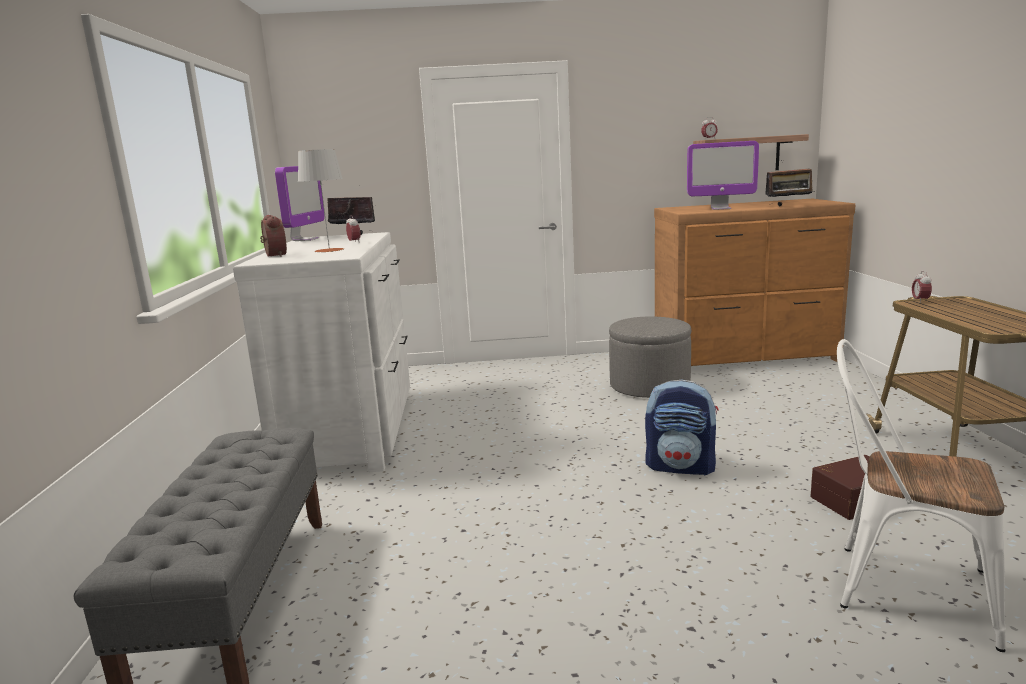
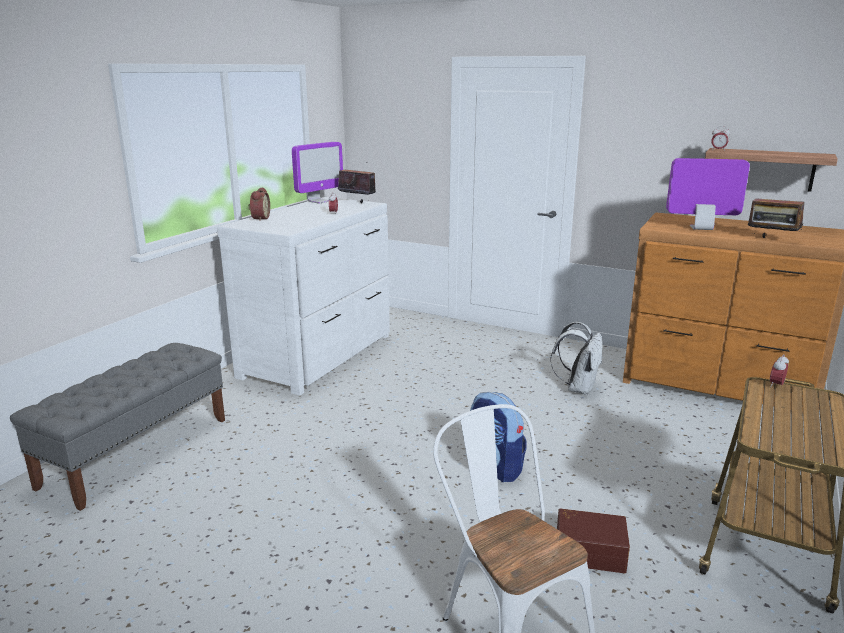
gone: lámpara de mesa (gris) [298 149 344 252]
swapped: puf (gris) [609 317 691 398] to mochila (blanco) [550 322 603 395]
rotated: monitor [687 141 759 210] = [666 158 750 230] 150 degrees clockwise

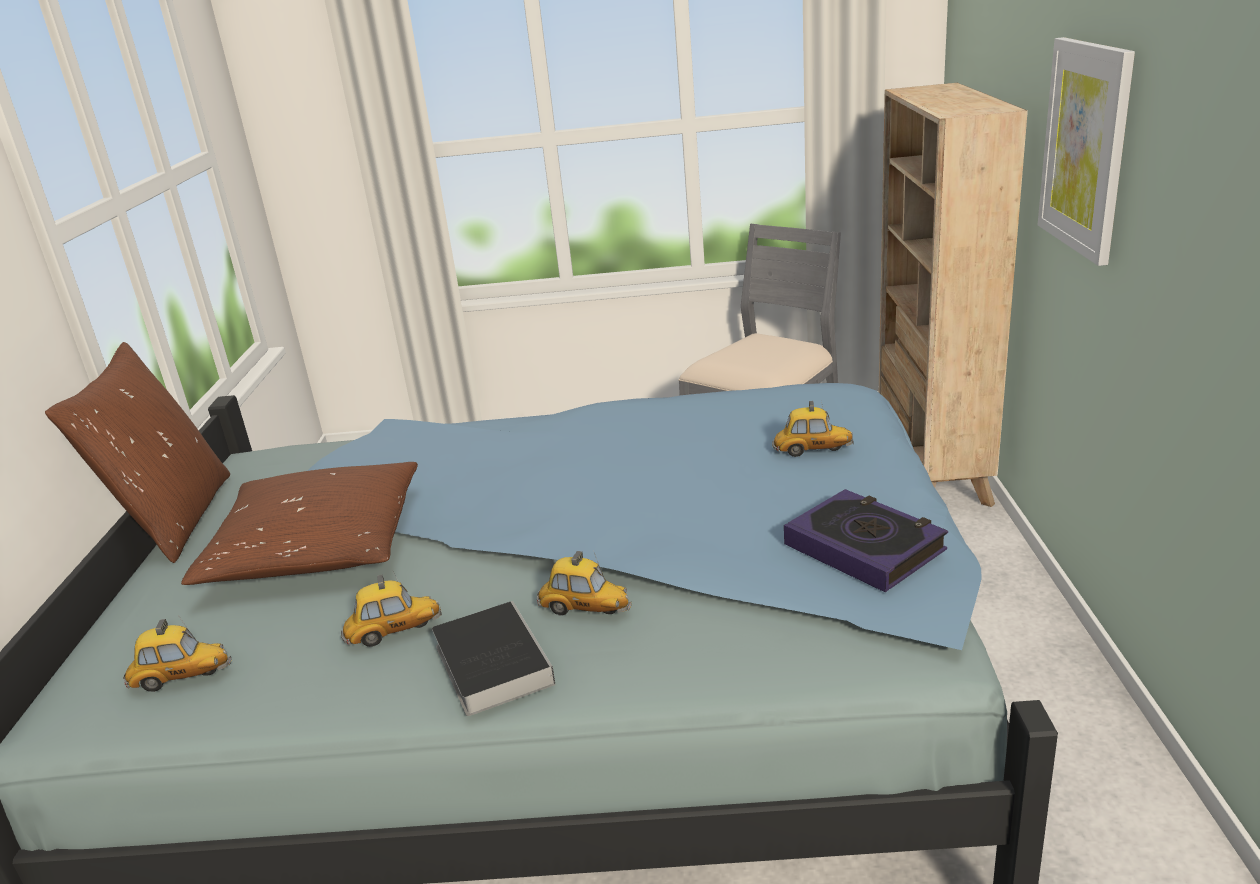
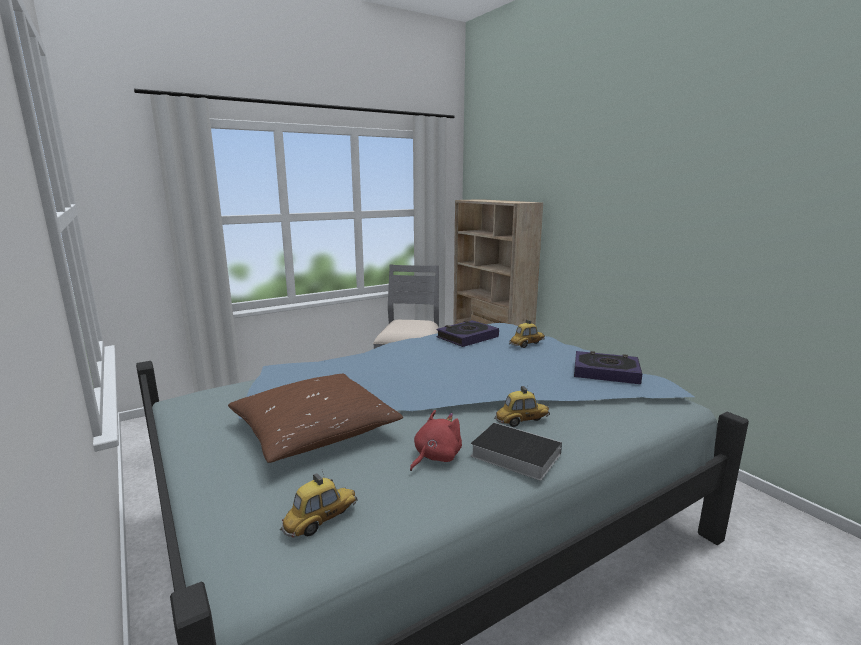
gone: cuadro [1038 37 1135 266]; cojín (marrón) [45 342 230 563]
new: libro [436 320 499 347]
swapped: coche de juguete [341 570 442 647] to peluche (rojo) [410 410 462 471]

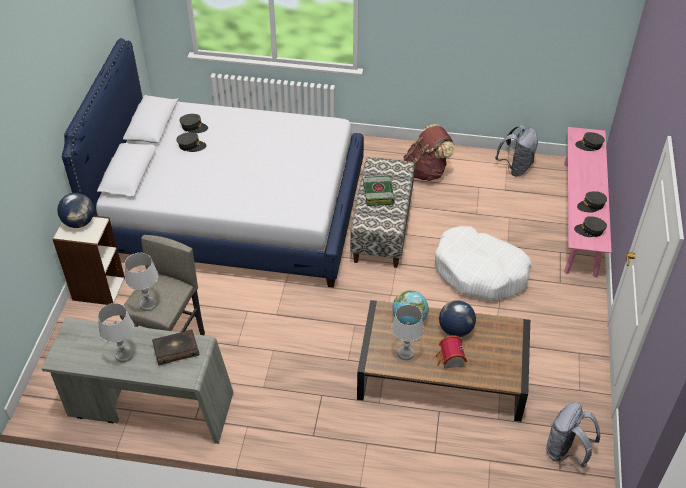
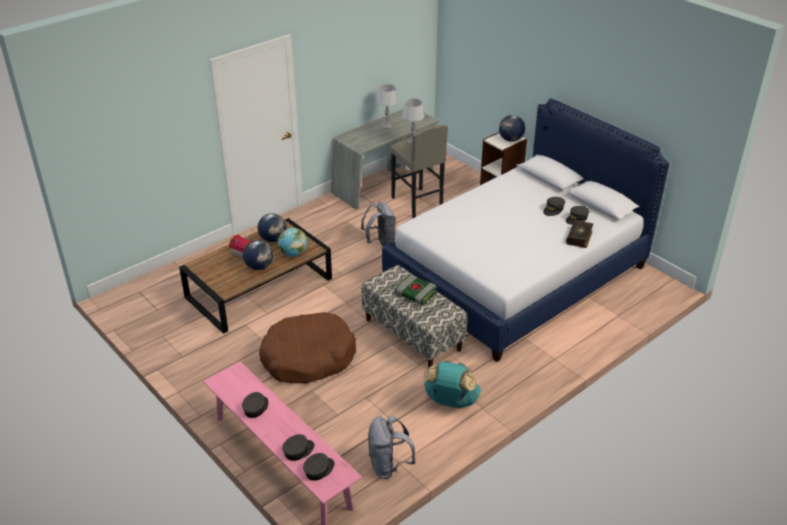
shifted: gorra (gris) [574 216 607 237] to [282 434 314 461]; libro [152 329 200 365] to [566 220 593 248]; mochila (gris) [546 402 600 468] to [361 202 396 247]
swapped: lámpara de mesa (gris) [392 305 424 360] to globo terráqueo [258 213 287 242]
repainted: mochila (marrón) [403 124 455 181] to mochila (turquesa) [423 361 481 409]; cama para perro (blanco) [435 226 531 301] to cama para perro (marrón) [259 312 356 383]

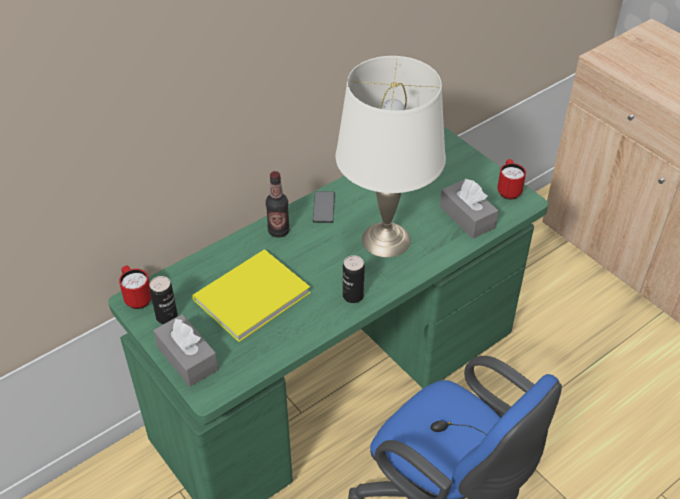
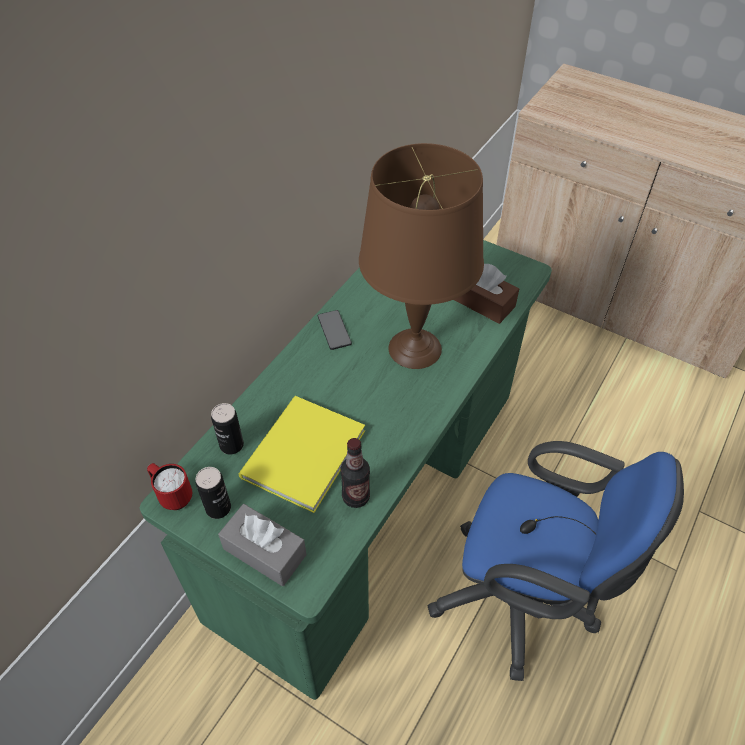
gone: taza grande (rojo) [497 159 526 200]
shifted: botella [266 171 290 238] to [340 438 370 508]; lata [343 255 365 303] to [211 403 244 454]
repainted: lámpara de mesa (blanco) [335 56 446 257] to lámpara de mesa (marrón) [359 143 484 369]; caja de pañuelos (gris) [440 179 499 239] to caja de pañuelos (marrón) [454 264 519 324]

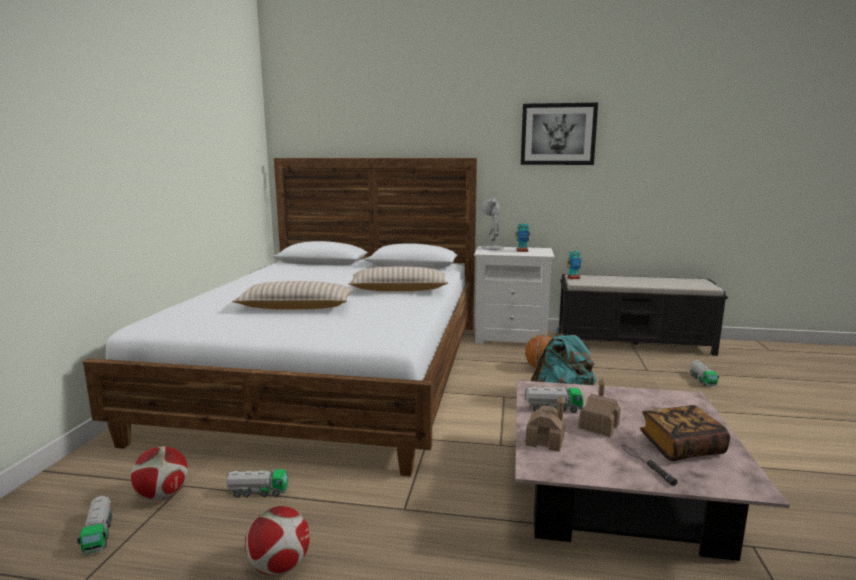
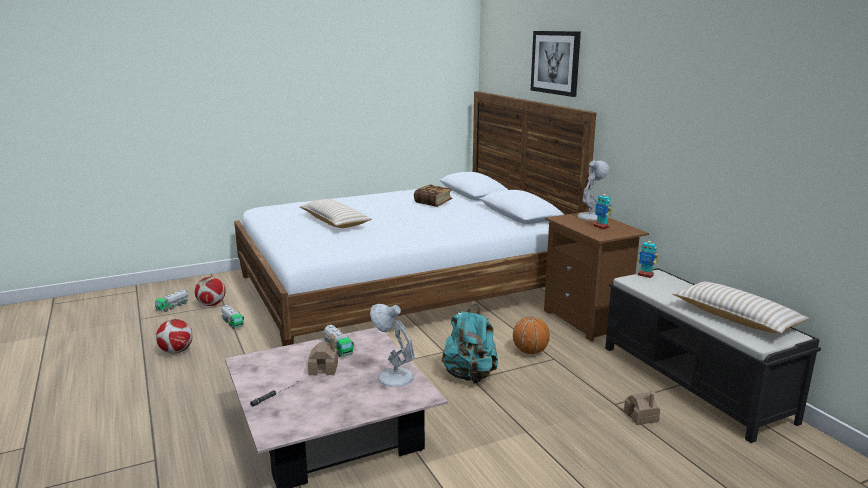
gone: camión de juguete [690 360 719 386]
new: lámpara de mesa (blanco) [370 304 415 387]
shifted: cuadro [521 103 598 165] to [531 31 581 97]; cojín (beis) [348 266 448 291] to [673 282 809 333]; casita [525 395 566 452] to [624 389 660 425]; libro [640 405 730 461] to [414 184 453 207]
repainted: mesita de noche (blanco) [474 246 555 344] to mesita de noche (marrón) [544 211 649 342]

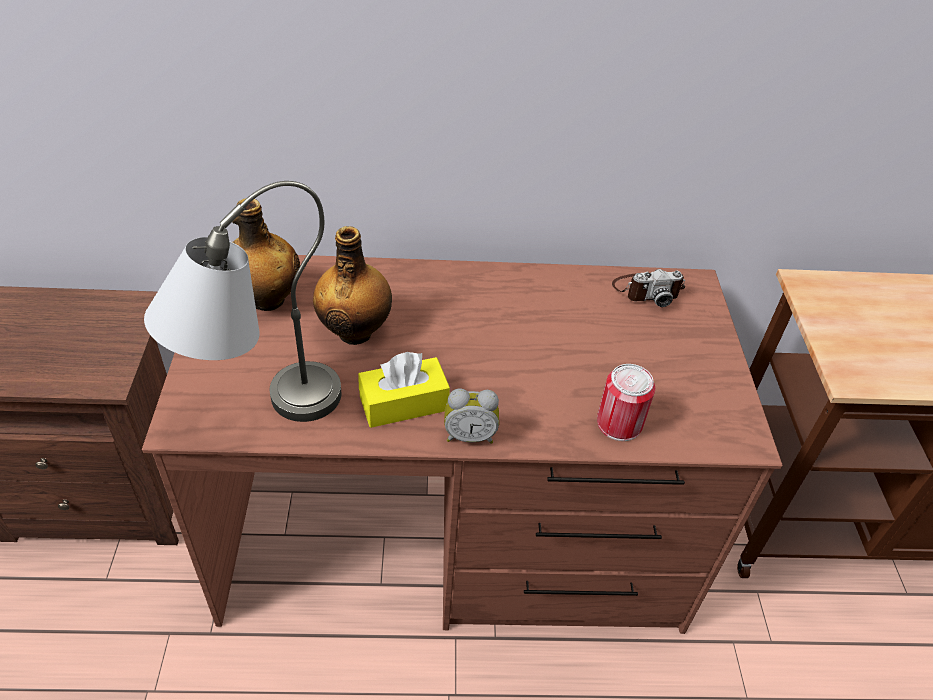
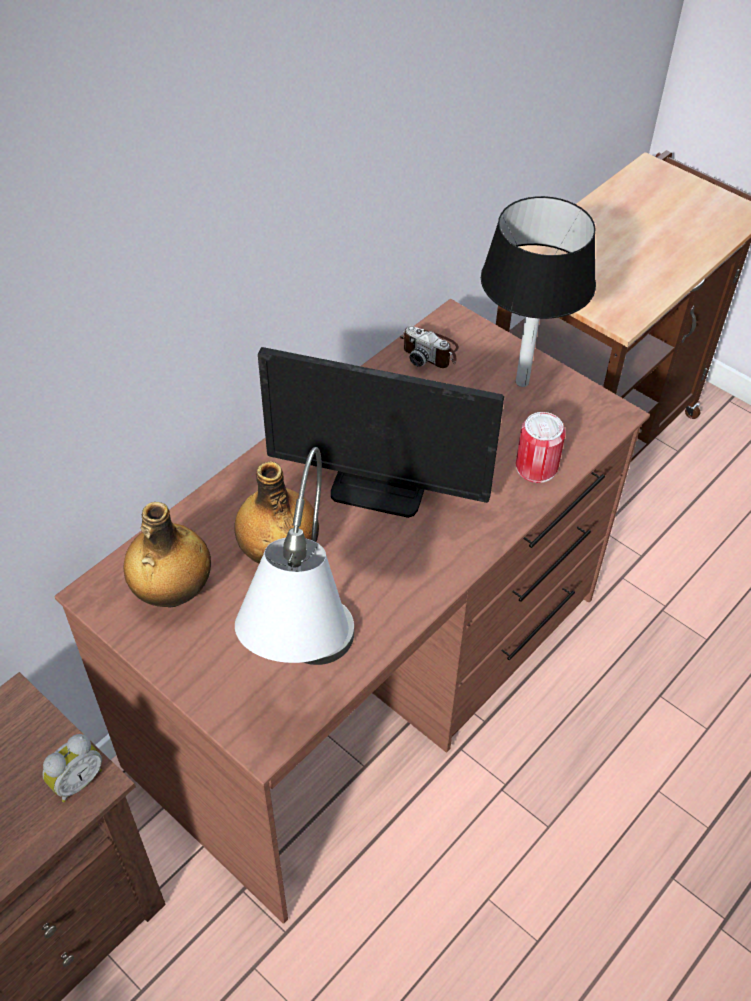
gone: caja de pañuelos (amarillo) [358 352 450 428]
new: lámpara de mesa (negro) [481 196 596 387]; monitor [258 347 504 518]
shifted: despertador [444 388 499 444] to [43 734 102 803]
rotated: cámara [612 269 685 307] = [400 325 459 368] 90 degrees clockwise

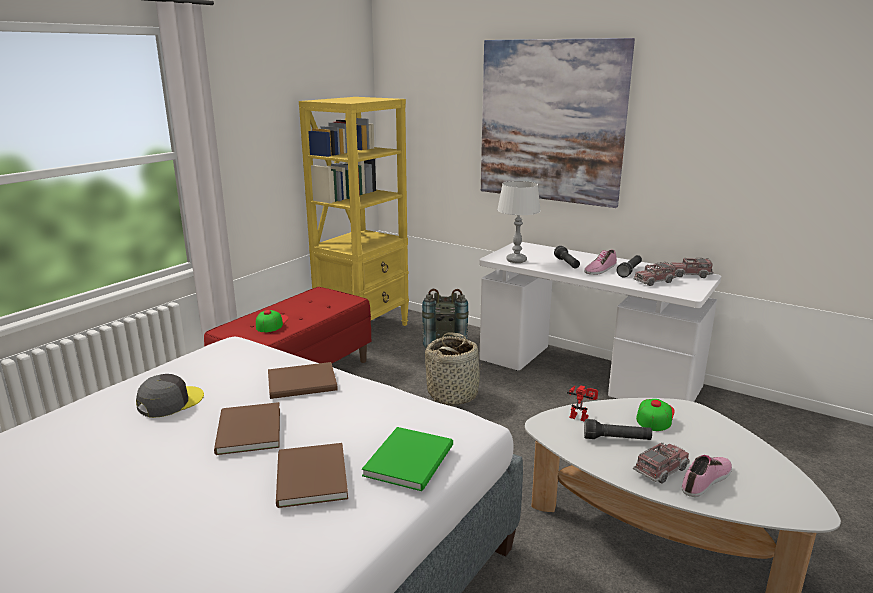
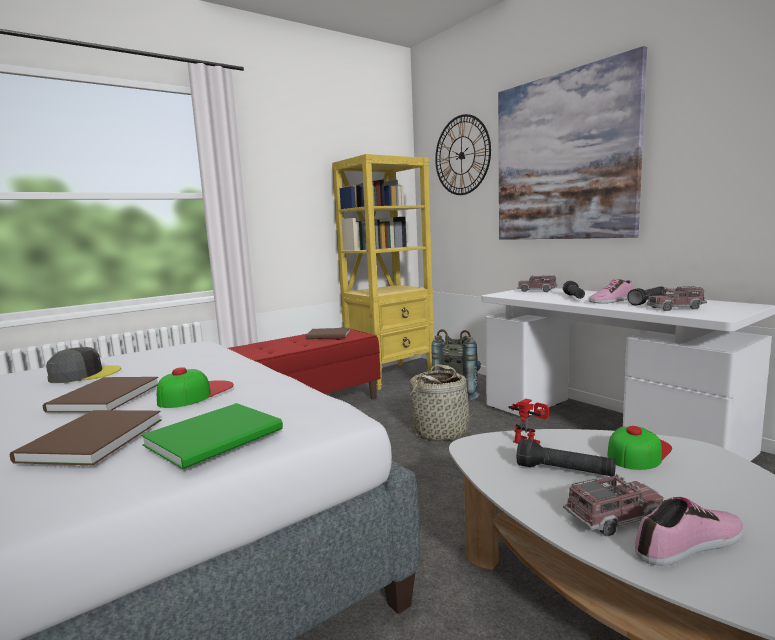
gone: lámpara de mesa (gris) [497 181 541 263]
new: reloj de pared [435 114 491 195]
shifted: camión de juguete [671 257 714 278] to [517 275 558 292]; gorra [256 310 289 332] to [157 367 234 408]; libro (marrón) [268 362 338 399] to [306 328 350 339]

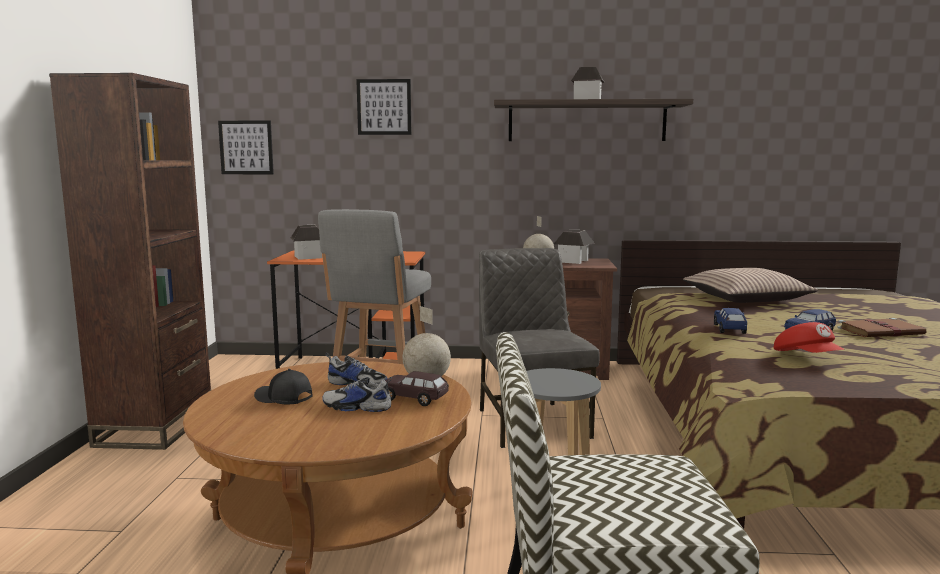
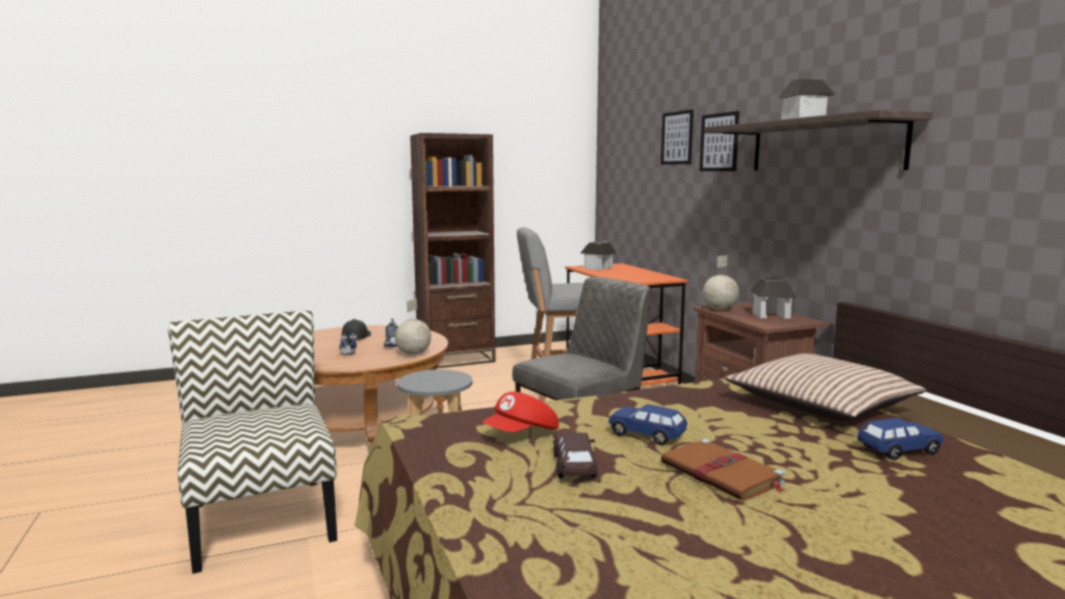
shifted: cuadro [218 121 274 174] to [700 111 740 171]; coche de juguete (azul) [714 308 747 334] to [857 418 944 460]; coche de juguete (marrón) [385 371 449 406] to [553 432 597 478]

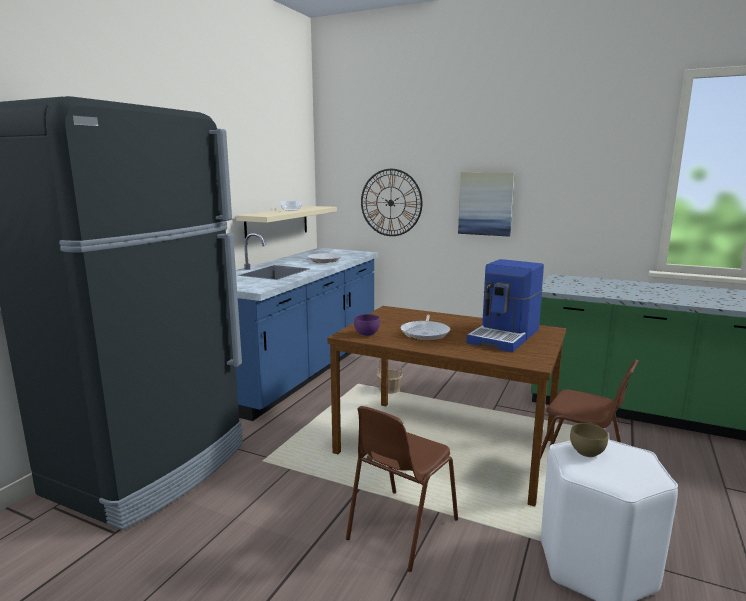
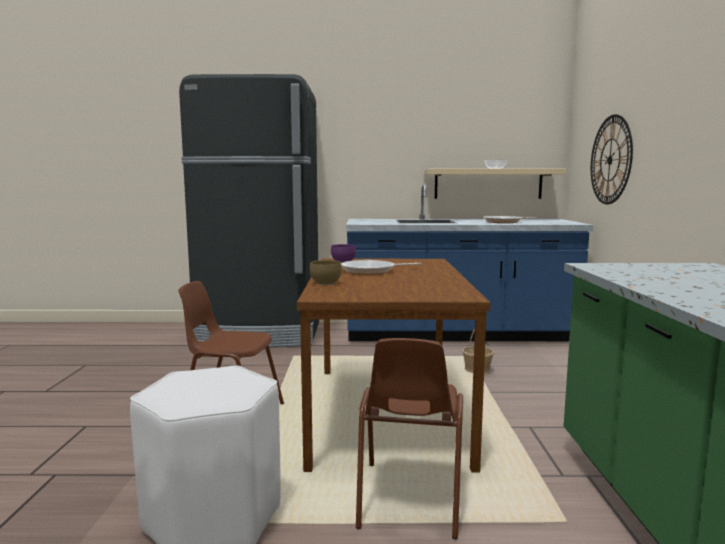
gone: cuadro [458 172 515 237]; cafetera [467 259 544 352]
shifted: cuenco (marrón) [570 423 608 457] to [310 260 342 285]

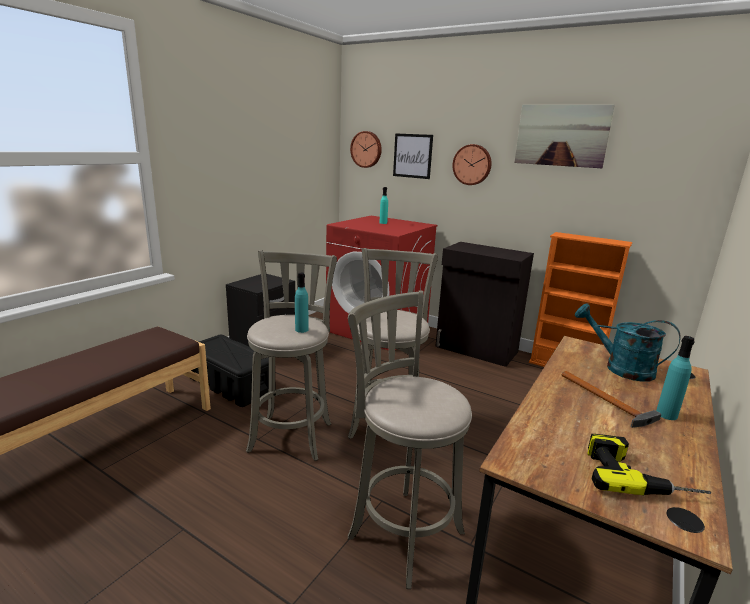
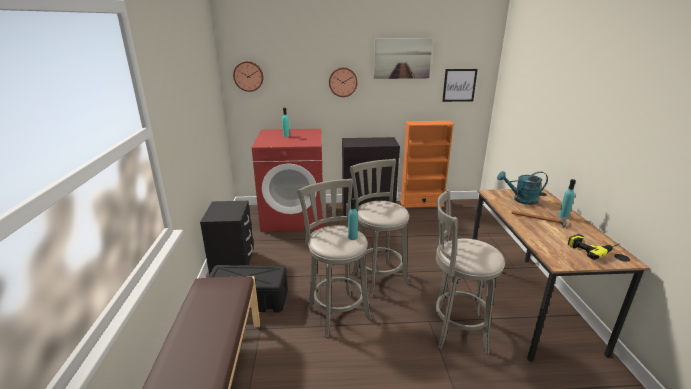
shifted: cuadro [393 133 433 179] to [442 69 478 102]

